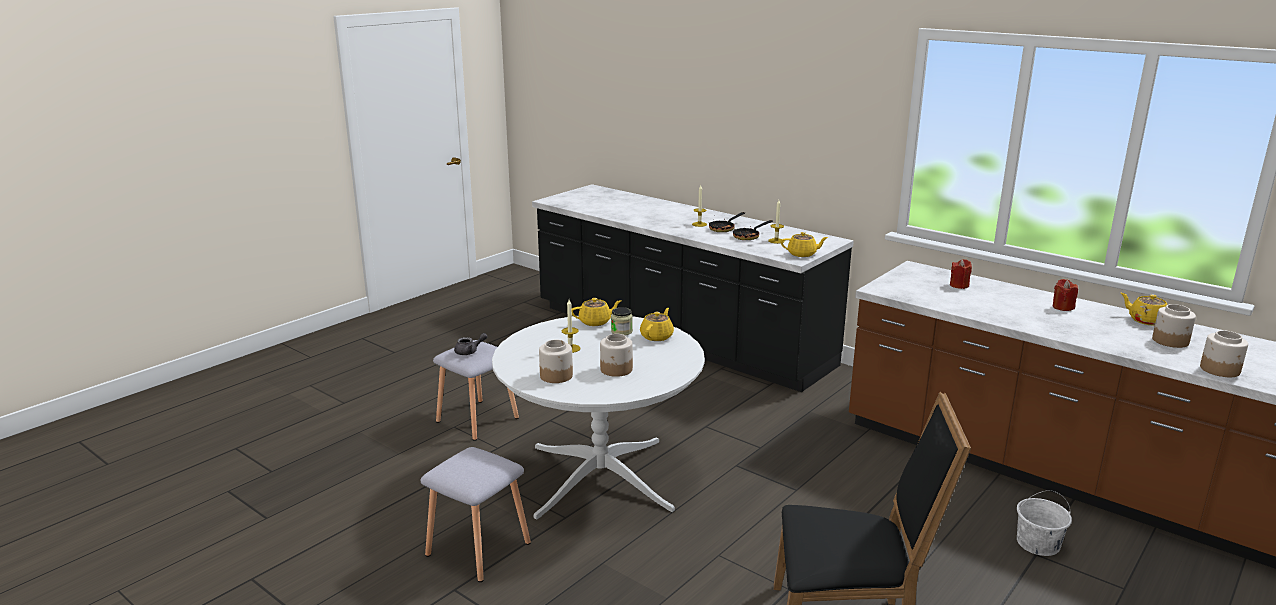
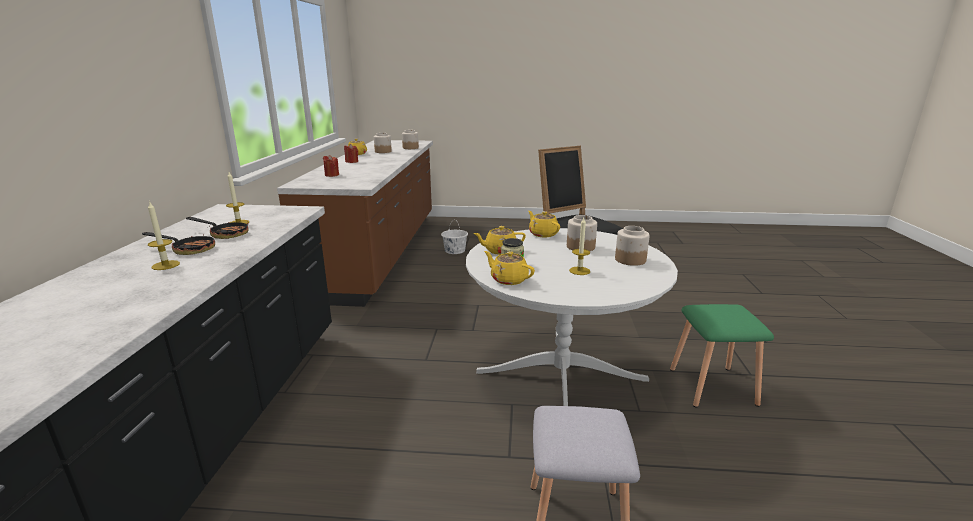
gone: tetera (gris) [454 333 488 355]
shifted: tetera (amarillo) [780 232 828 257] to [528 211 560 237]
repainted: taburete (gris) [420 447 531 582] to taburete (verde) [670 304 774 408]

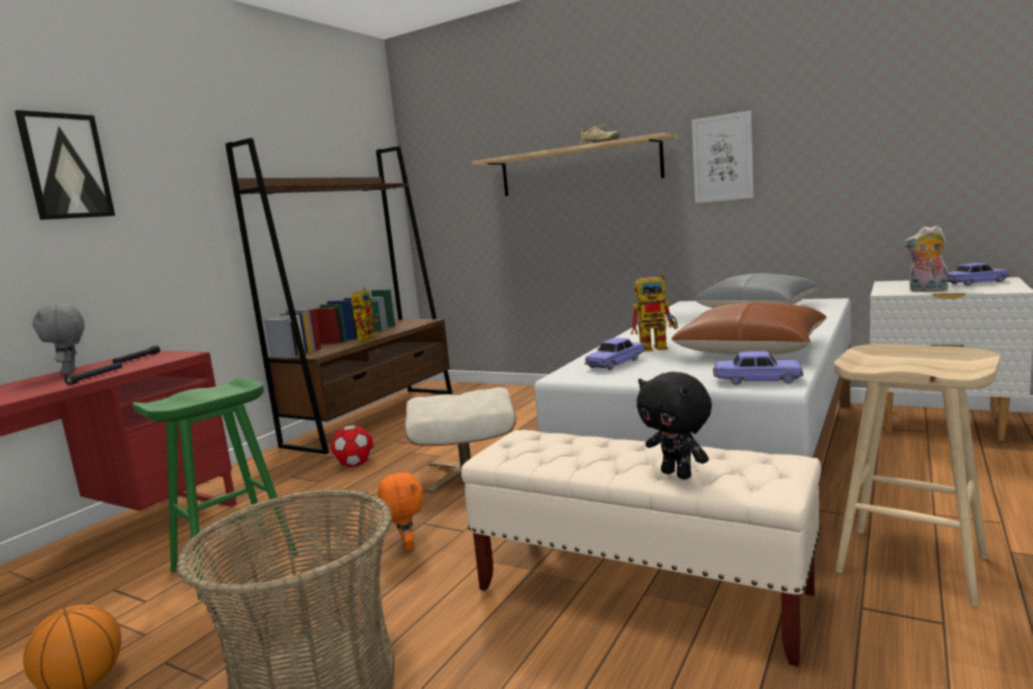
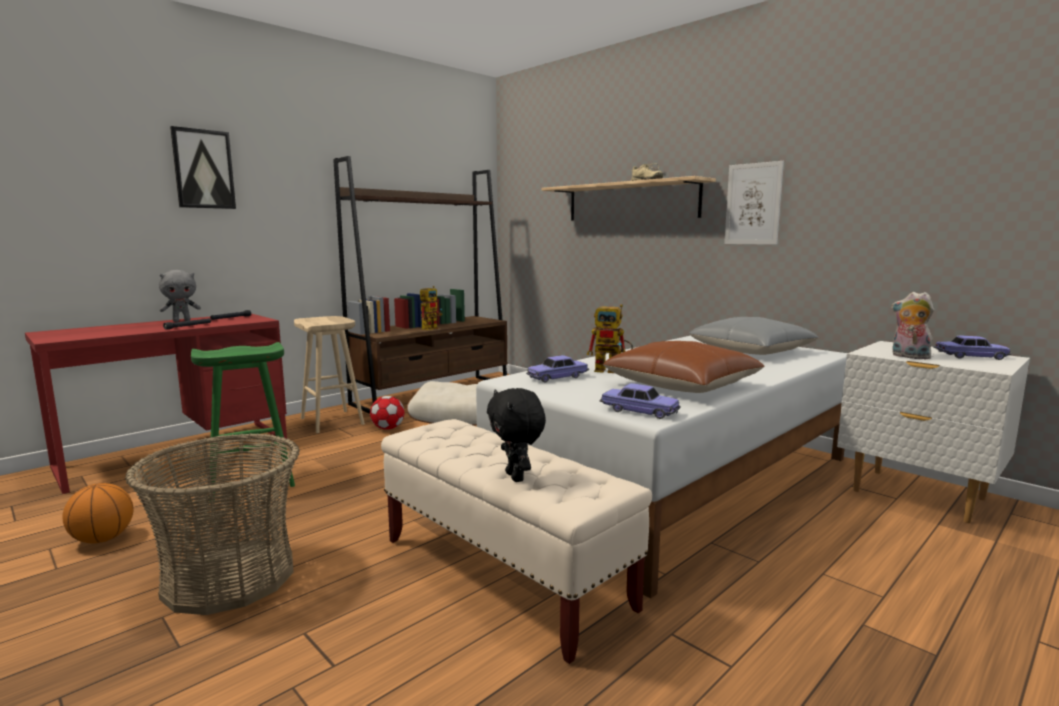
gone: peluche (naranja) [378 469 423 551]
shifted: taburete (beis) [834 344 1000 606] to [294 316 365 433]
rotated: peluche (gris) [32 304 85 374] = [159 270 201 322] 120 degrees counterclockwise

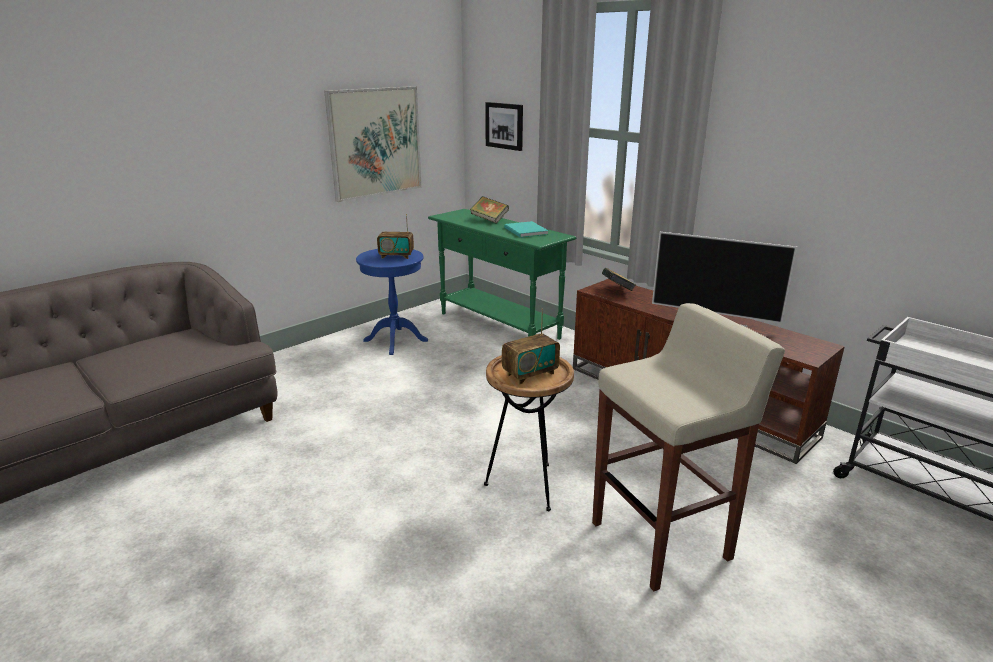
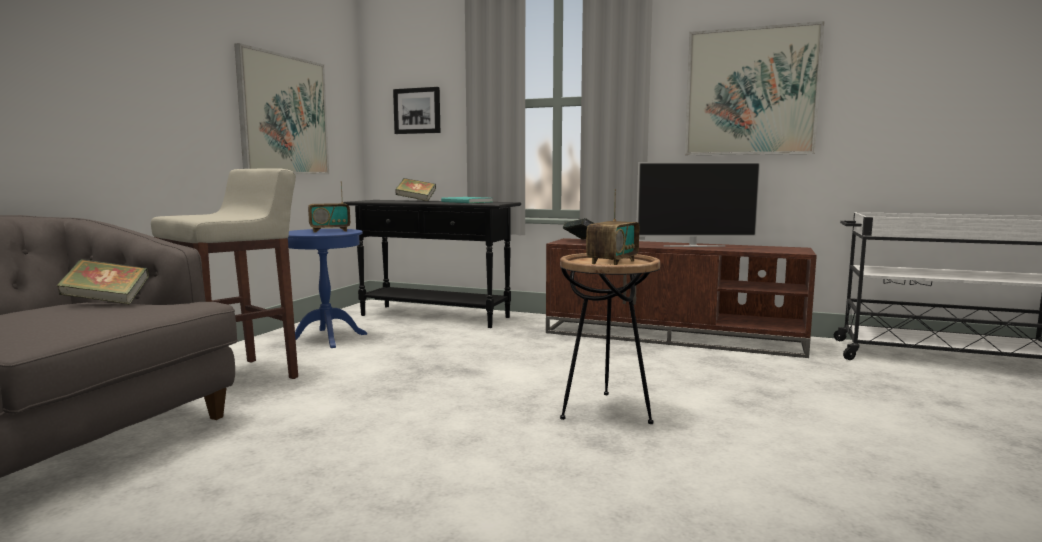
new: cuadro [685 21 825 155]; libro [57 259 149 304]
shifted: taburete (beis) [592 303 785 591] to [151 168 298 379]
repainted: mesa consola (verde) [428 209 576 340] to mesa consola (negro) [343 200 521 328]

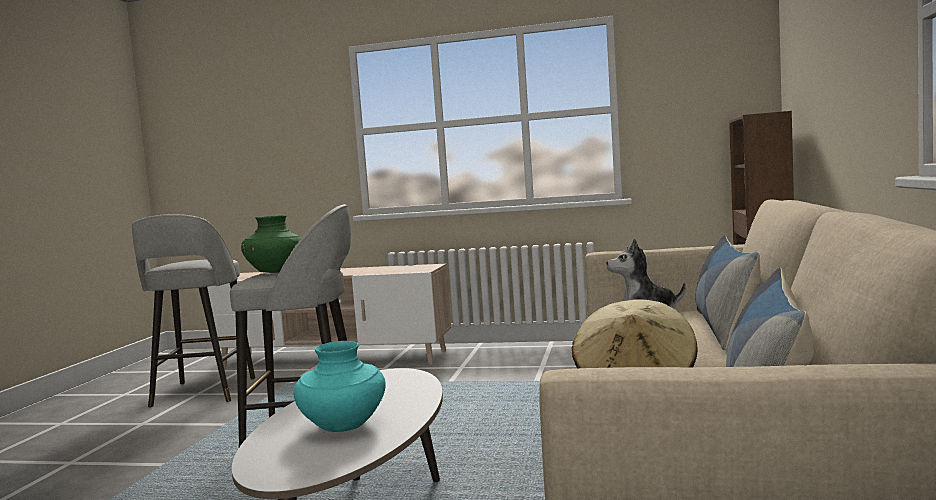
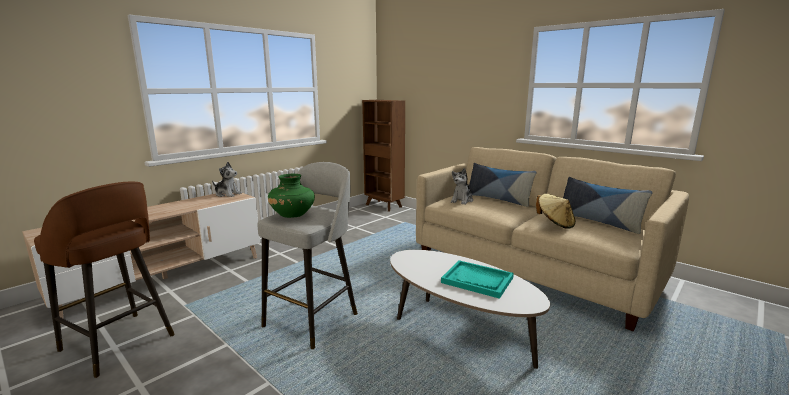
new: peluche [212 162 242 197]
swapped: florero (turquesa) [293 341 386 432] to bandeja (turquesa) [441 260 514 299]
repainted: taburete (gris) [132 214 255 408] to taburete (marrón) [34 182 175 378]

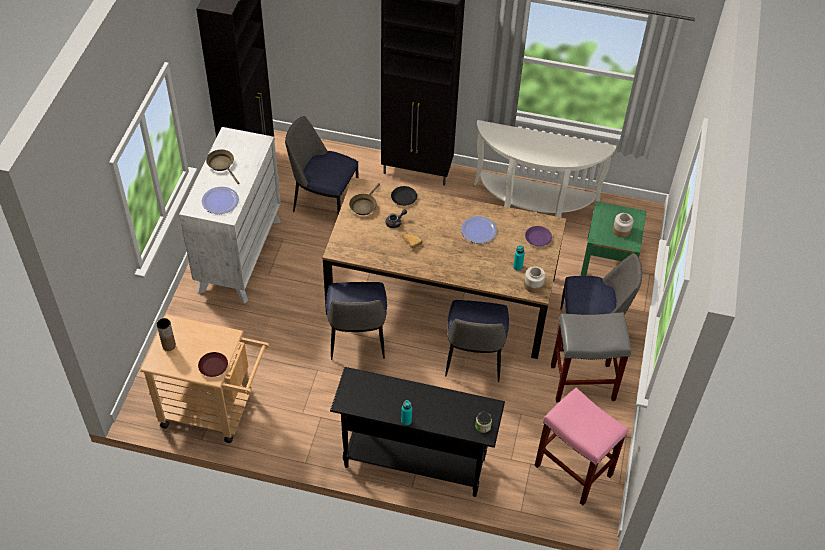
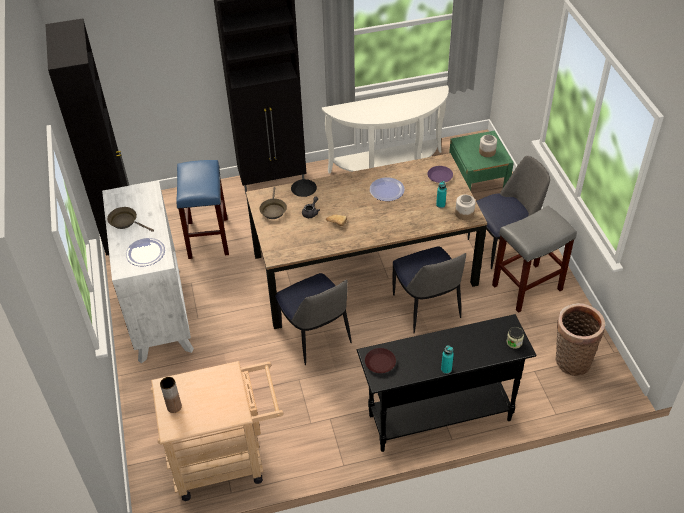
shifted: plato (marrón) [198 352 228 377] to [365 348 396 373]
swapped: silla [285 116 359 214] to taburete (azul) [176 160 229 259]; taburete (rosa) [534 388 629 506] to cesta [555 303 605 376]

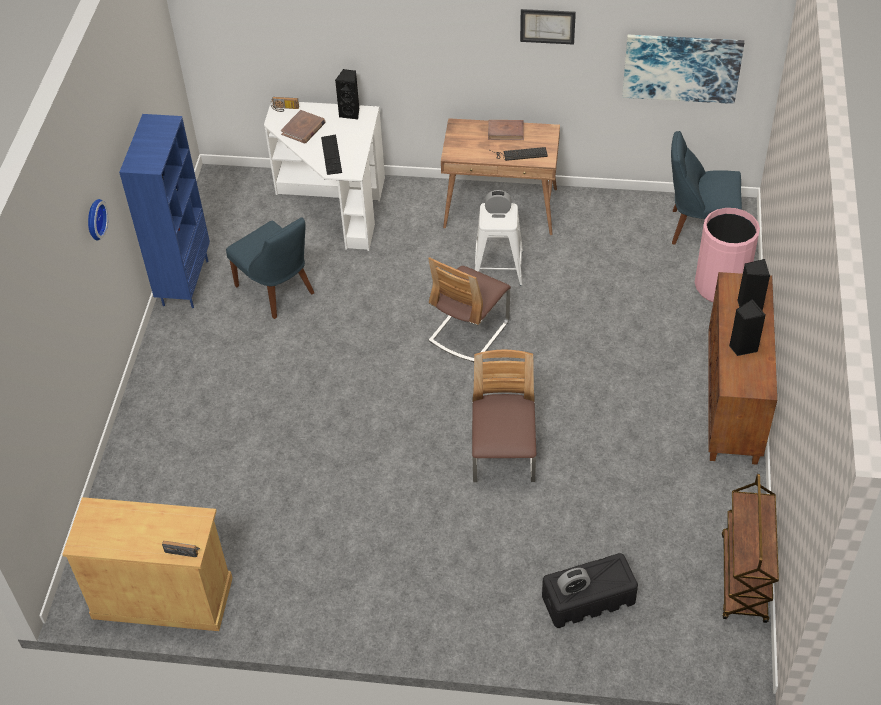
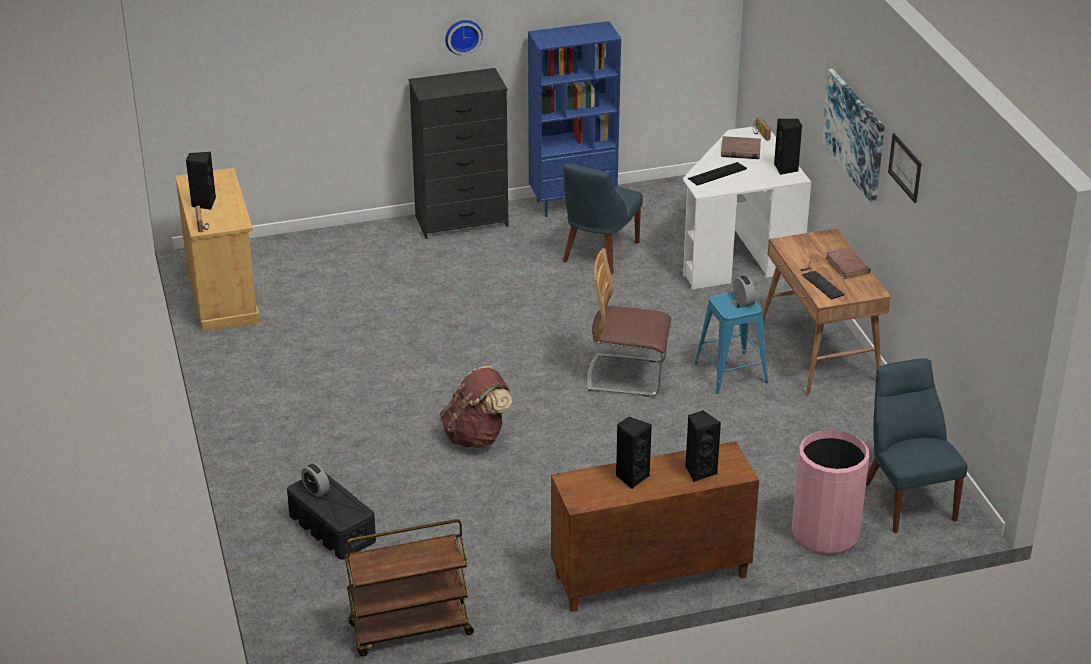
new: cómoda (negro) [409 68 508 239]; altavoz (negro) [186 152 216 210]
shifted: cuadro [622 35 744 104] to [821 69 885 203]
swapped: silla [472 350 536 482] to mochila (marrón) [440 366 512 448]
repainted: taburete (blanco) [475 203 523 286] to taburete (azul) [695 291 768 394]

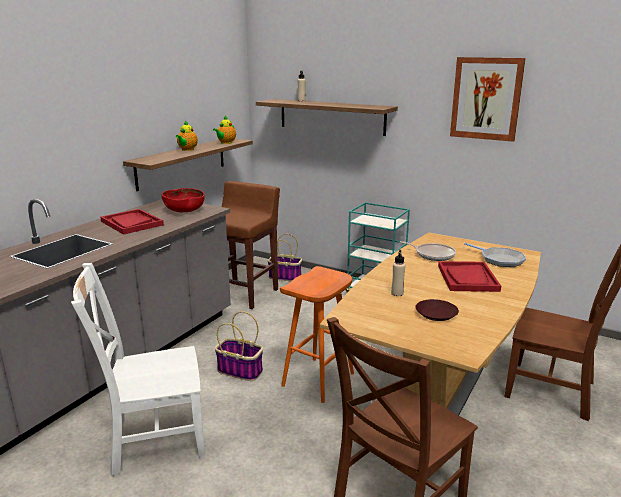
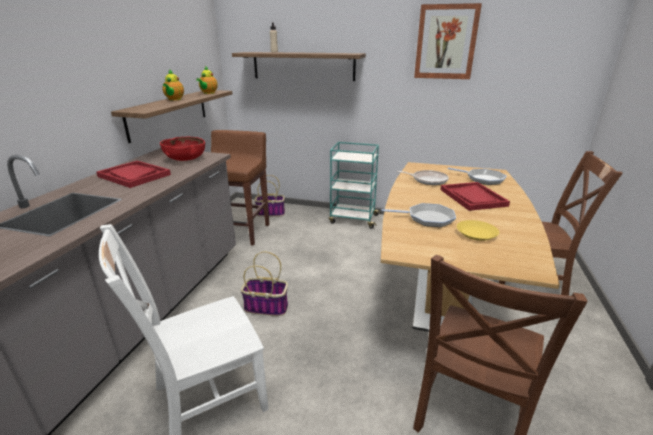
gone: taburete (naranja) [280 266 354 403]
swapped: botella (beis) [391 250 406 296] to sartén [381 203 456 227]
repainted: plato (marrón) [415 299 459 321] to plato (amarillo) [457 220 499 241]

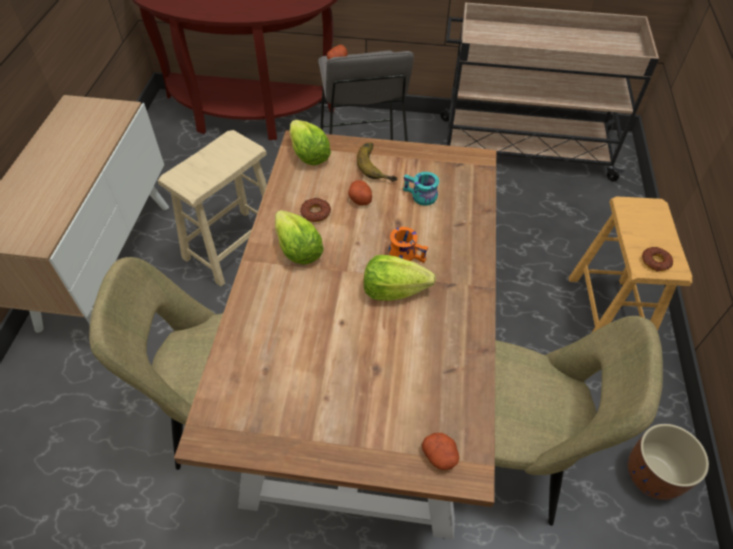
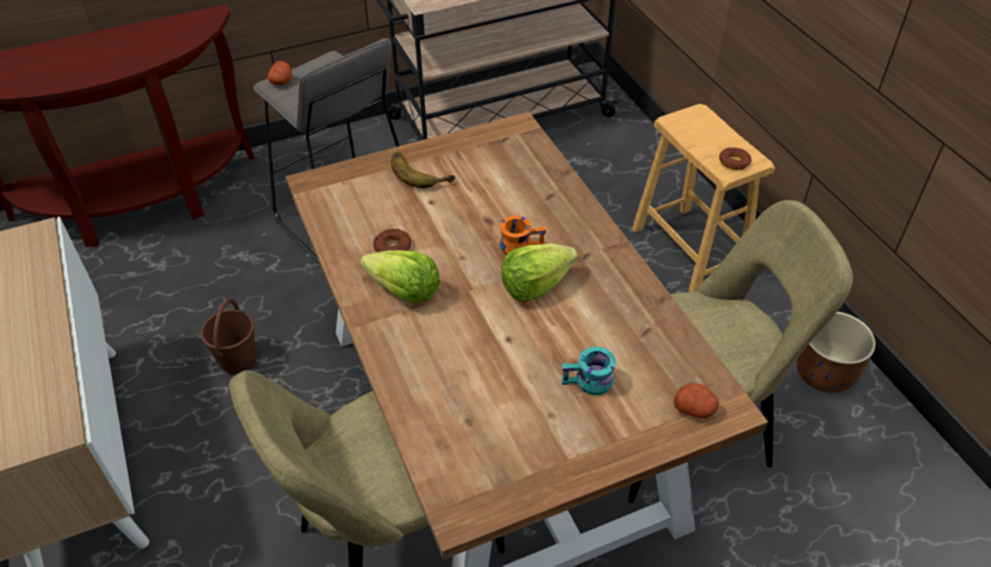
gone: lechuga [290 120 331 165]; patata [348 180 372 205]
shifted: taza grande (turquesa) [403 172 439 206] to [562 347 616 395]
swapped: taburete (beis) [158 130 267 286] to cubo (marrón) [201 299 256 375]

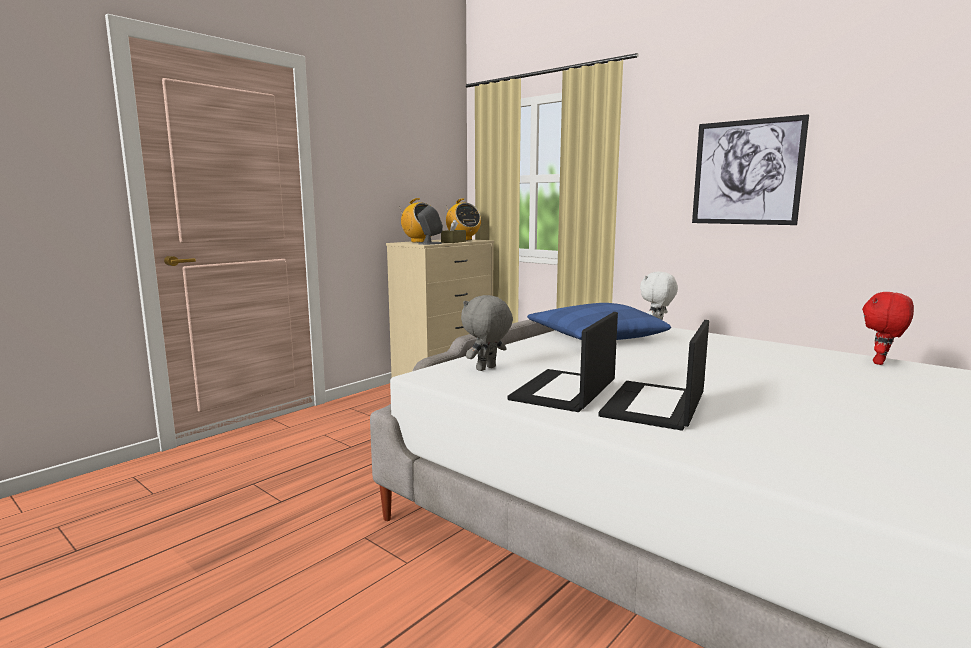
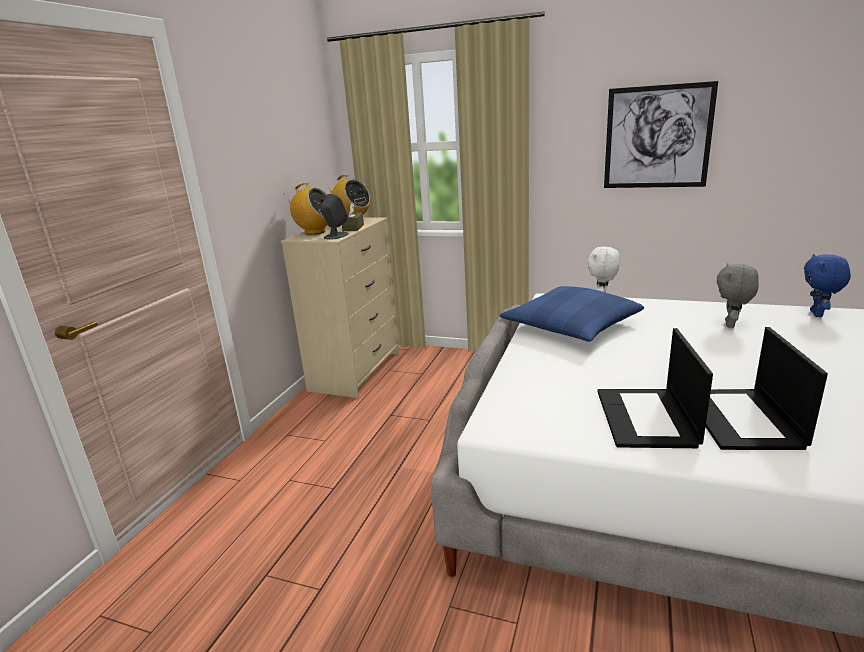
shifted: peluche (gris) [461 295 513 371] to [717 263 759 328]
repainted: peluche (rojo) [862 292 914 365] to peluche (azul) [804 254 851 317]

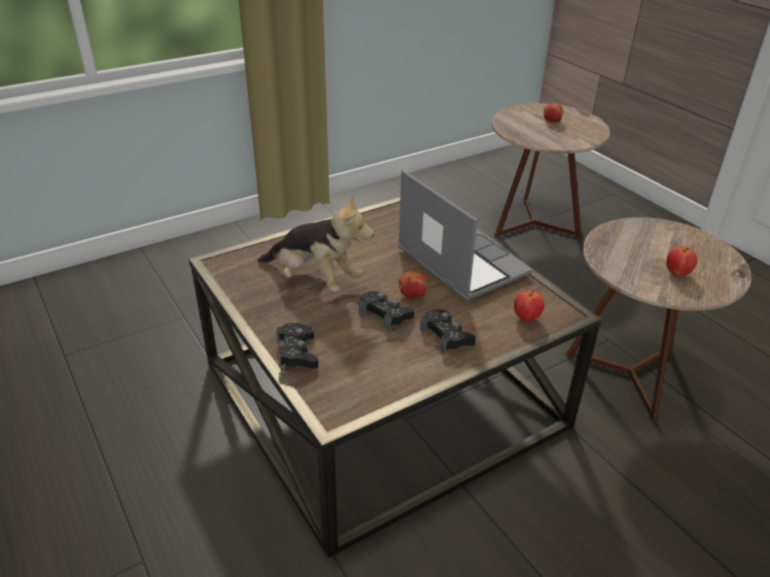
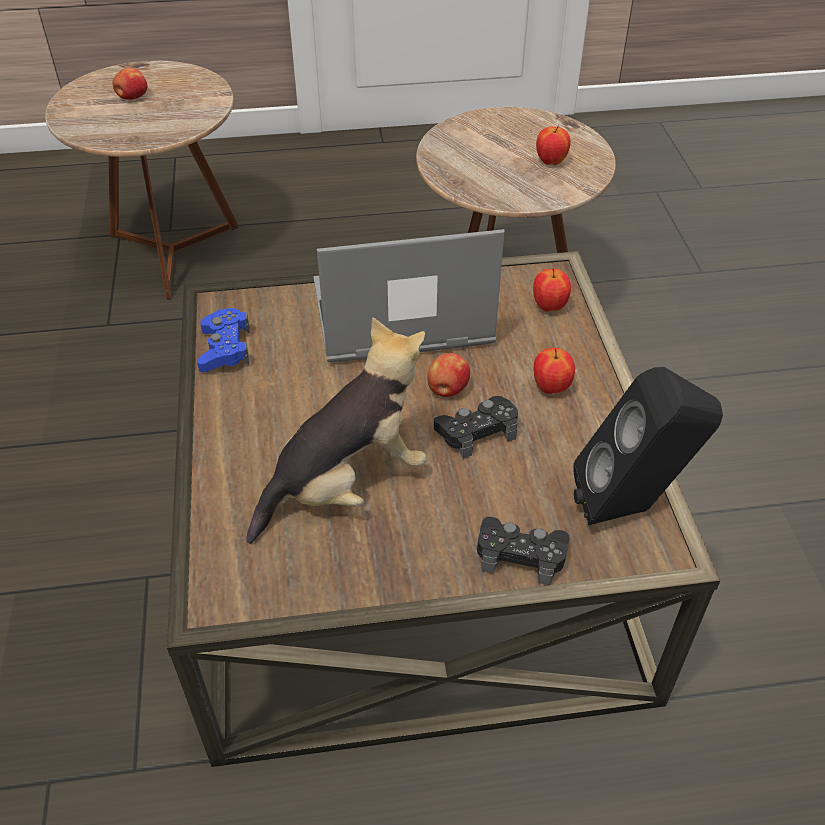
new: mando de consola (azul) [197 308 250 372]; altavoz (negro) [573 367 723 525]
swapped: mando de consola (negro) [420 309 476 353] to manzana [534 348 575 394]

